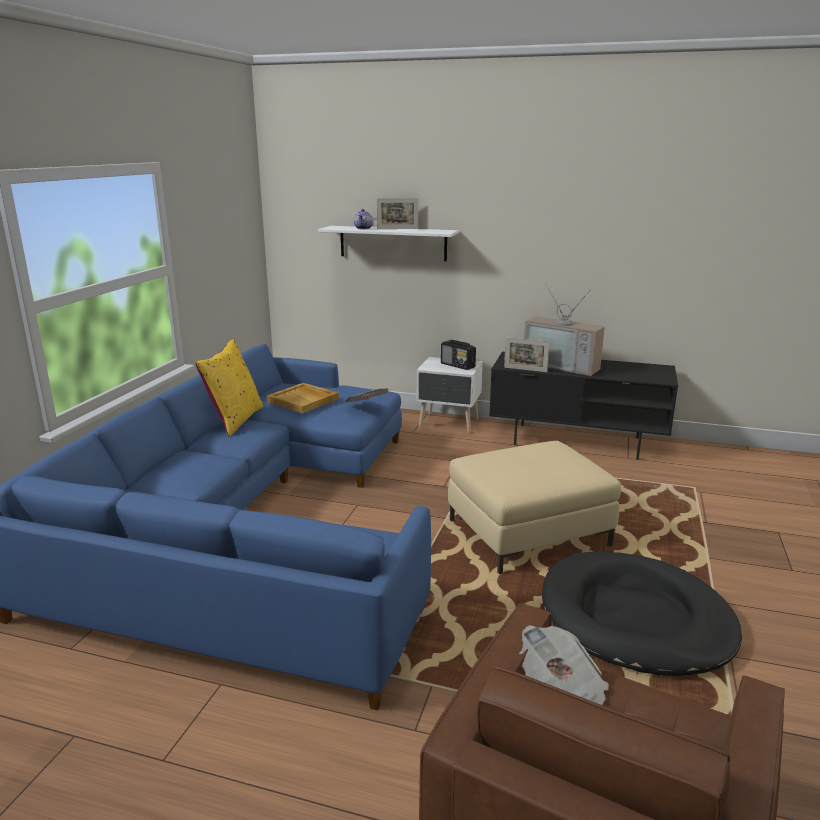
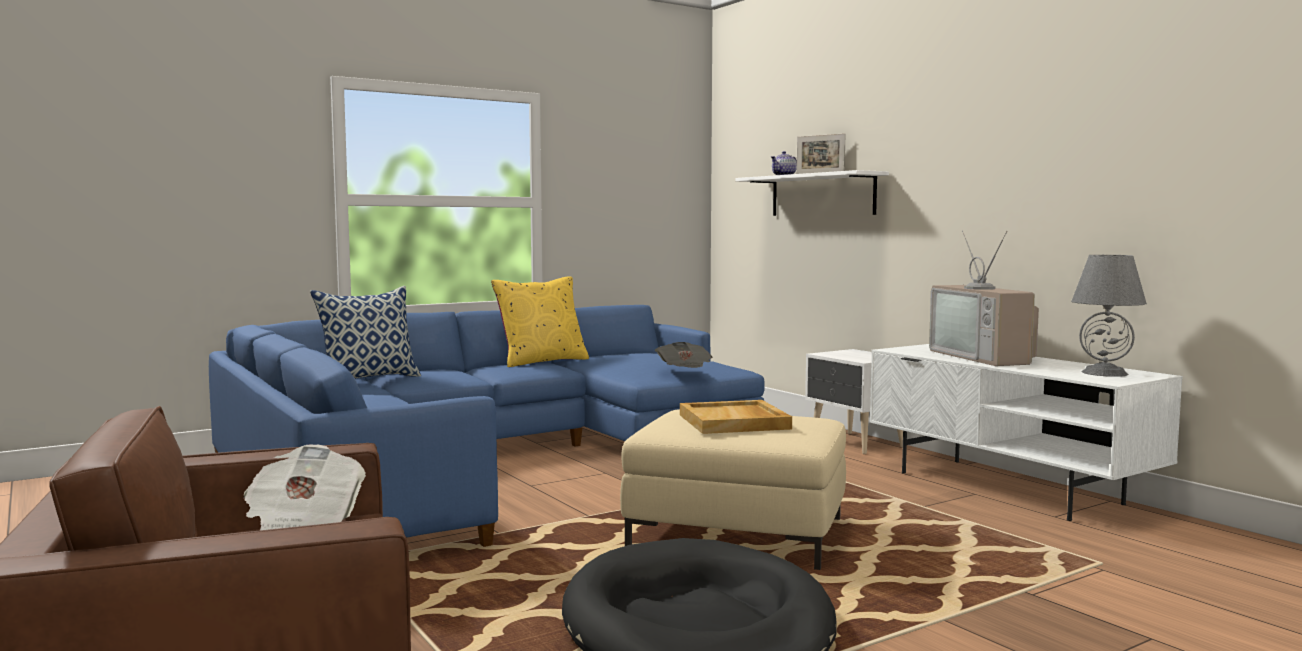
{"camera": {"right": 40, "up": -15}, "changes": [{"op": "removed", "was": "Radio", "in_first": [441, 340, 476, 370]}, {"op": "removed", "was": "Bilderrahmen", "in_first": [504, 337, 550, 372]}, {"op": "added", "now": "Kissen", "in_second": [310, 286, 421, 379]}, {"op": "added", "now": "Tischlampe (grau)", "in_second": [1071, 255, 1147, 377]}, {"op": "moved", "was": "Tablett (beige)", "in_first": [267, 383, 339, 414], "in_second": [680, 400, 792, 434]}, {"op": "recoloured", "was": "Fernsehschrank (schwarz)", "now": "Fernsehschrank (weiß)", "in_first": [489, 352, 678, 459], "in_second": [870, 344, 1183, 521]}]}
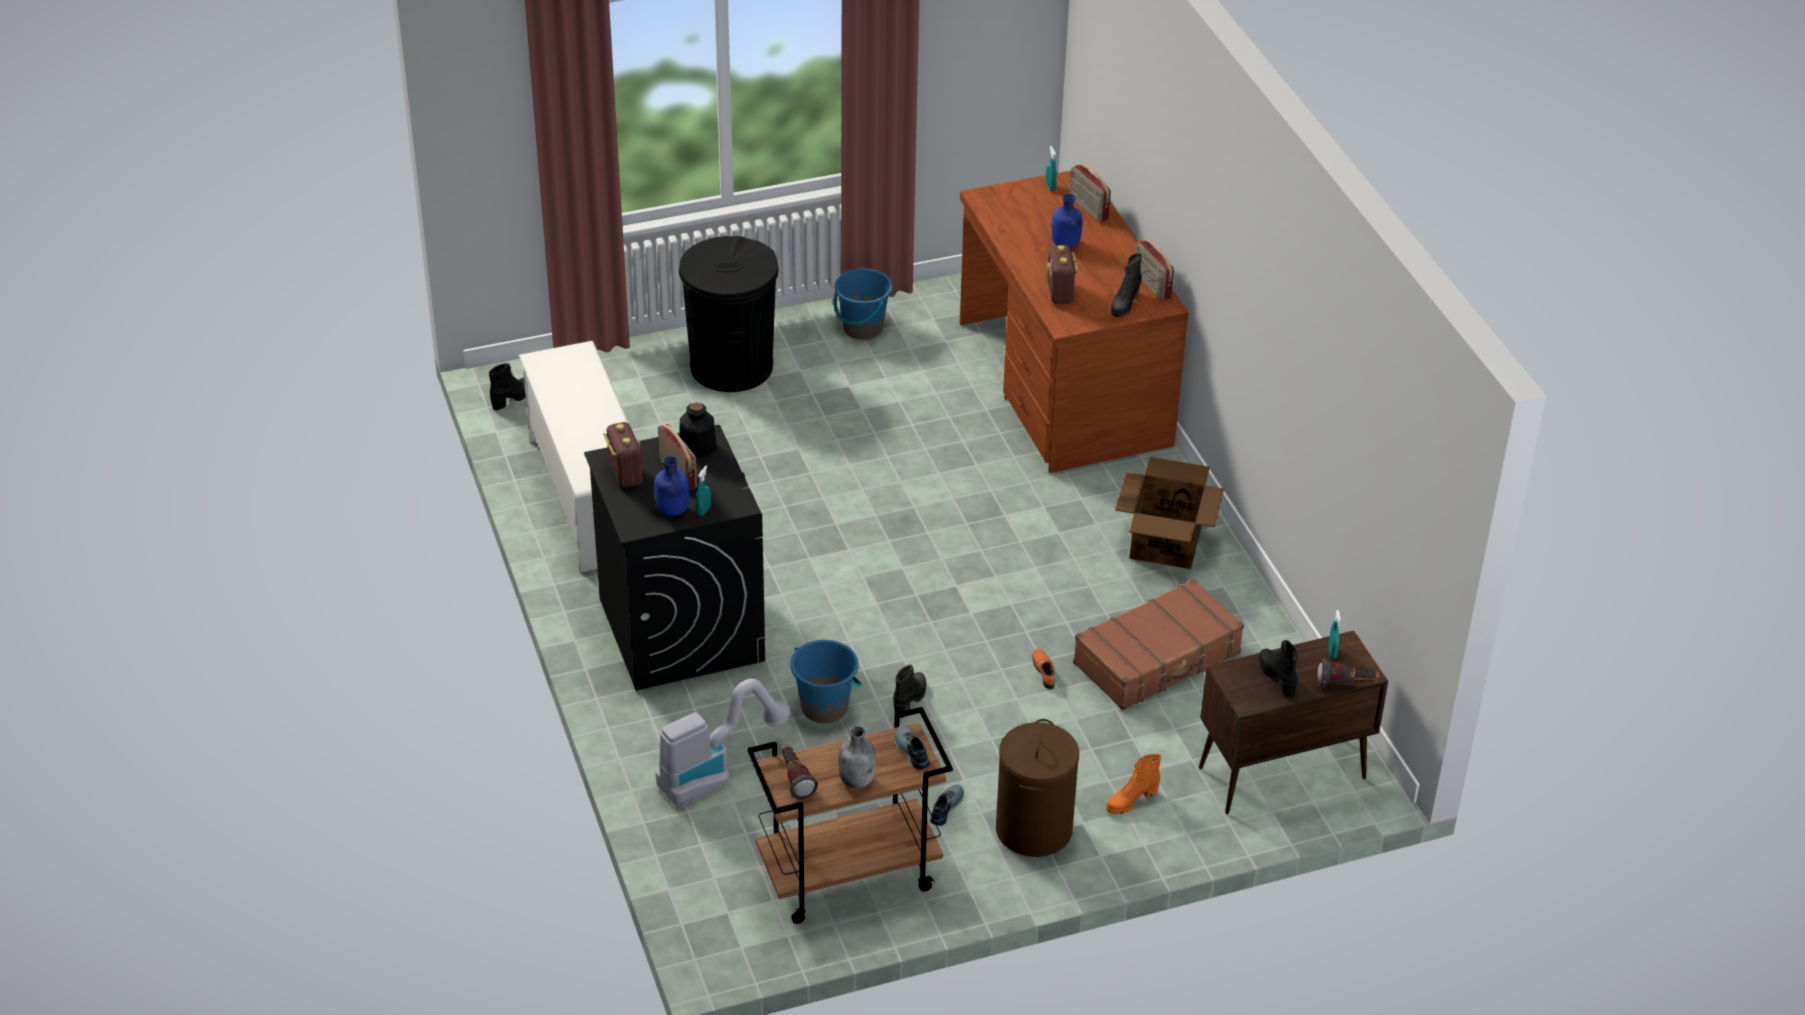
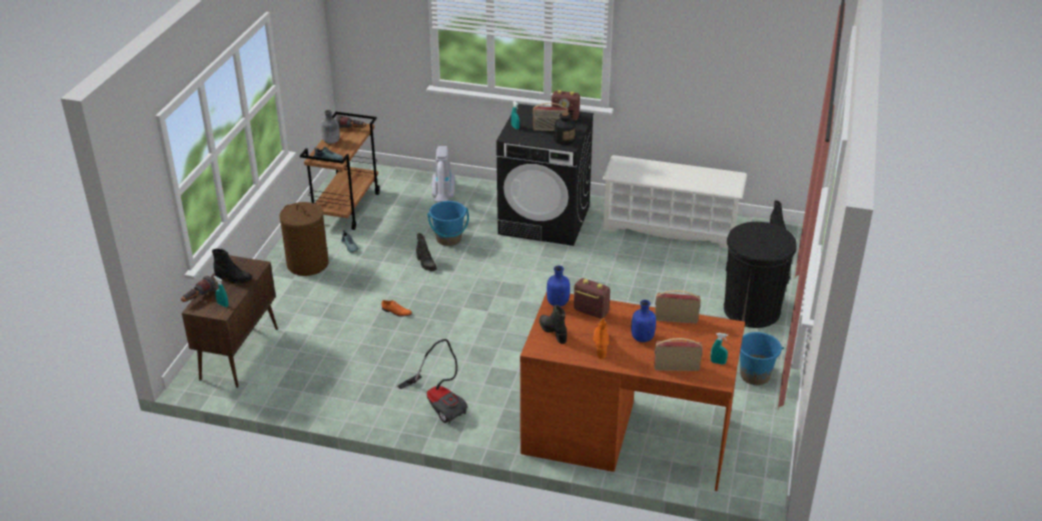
{"camera": {"right": 125, "up": -5}, "changes": [{"op": "removed", "was": "Koffer (braun)", "in_first": [1073, 579, 1244, 710]}, {"op": "moved", "was": "Flasche (blau)", "in_first": [654, 456, 689, 516], "in_second": [547, 266, 570, 306]}, {"op": "moved", "was": "Stiefel (orange)", "in_first": [1106, 754, 1161, 814], "in_second": [593, 318, 609, 359]}, {"op": "moved", "was": "Radio", "in_first": [1135, 239, 1174, 301], "in_second": [655, 290, 701, 324]}, {"op": "replaced", "was": "Karton", "now": "Staubsauger", "in_first": [1115, 457, 1224, 569], "in_second": [397, 339, 468, 424]}]}
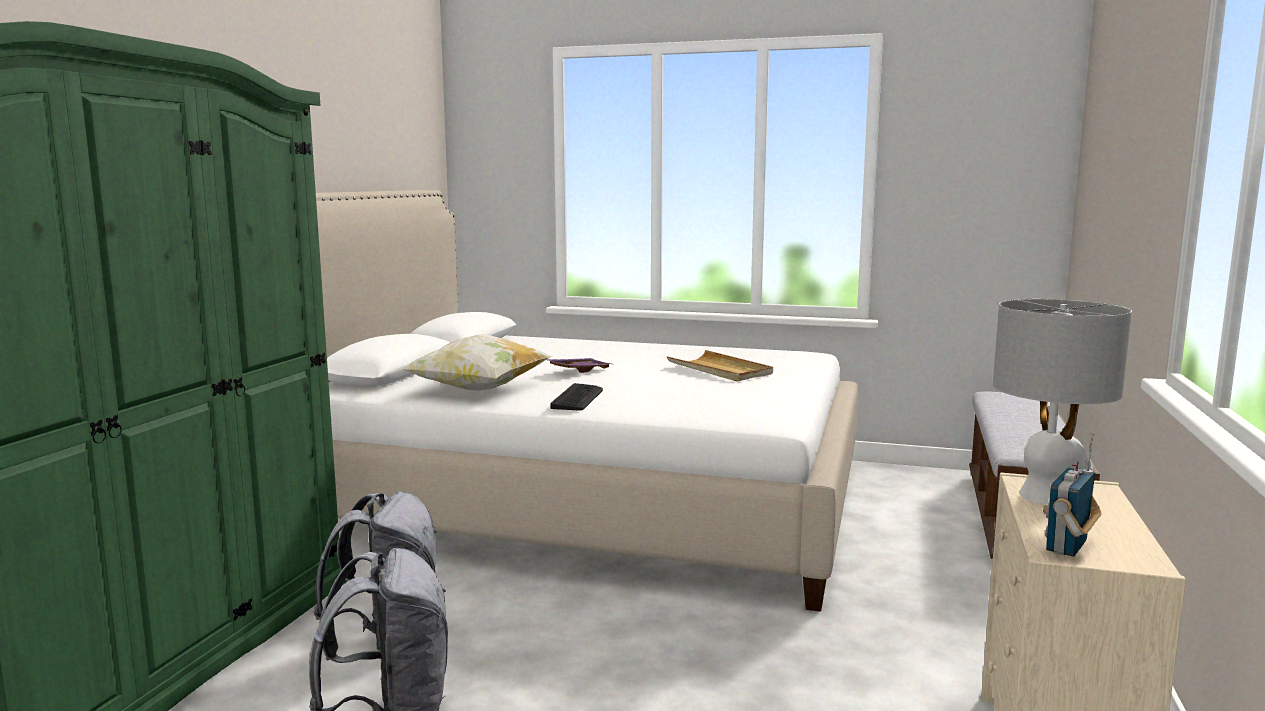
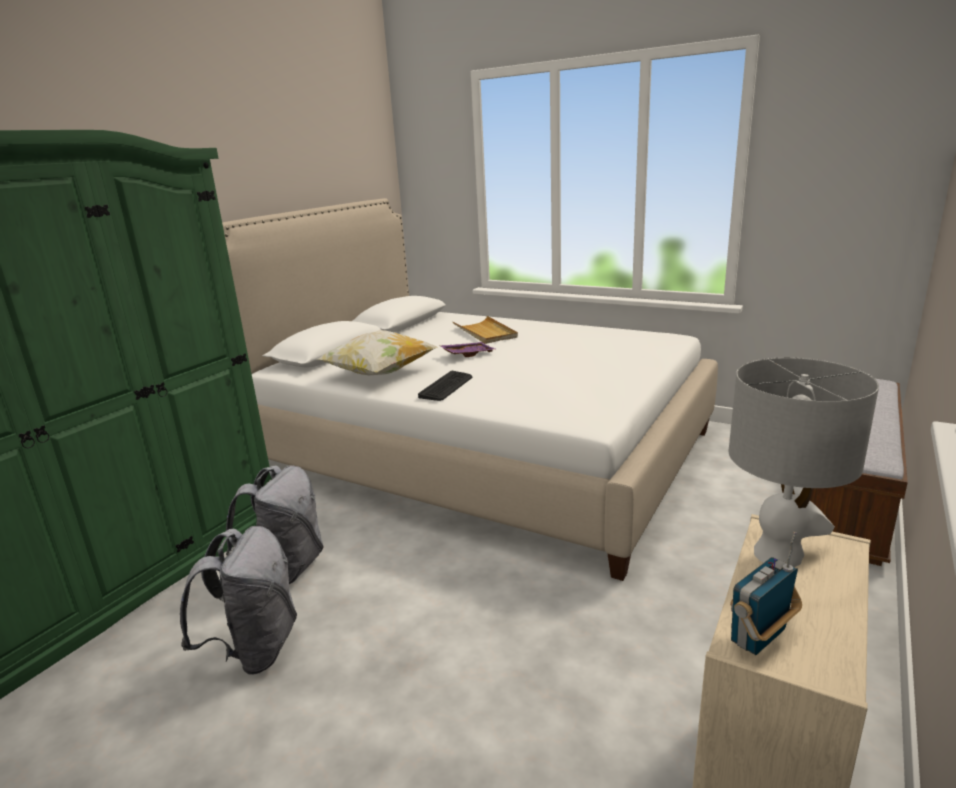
{"camera": {"right": 15, "up": 10}, "changes": [{"op": "moved", "was": "Tablett (beige)", "in_first": [667, 350, 773, 382], "in_second": [453, 316, 518, 344]}]}
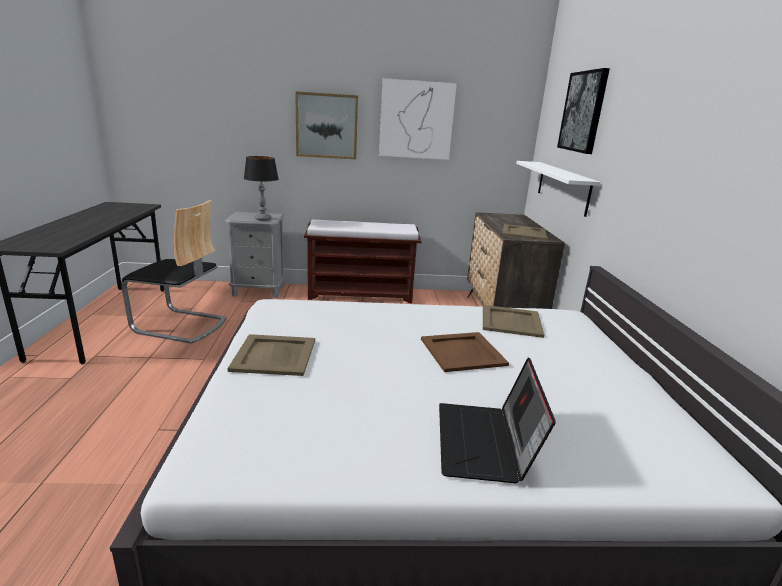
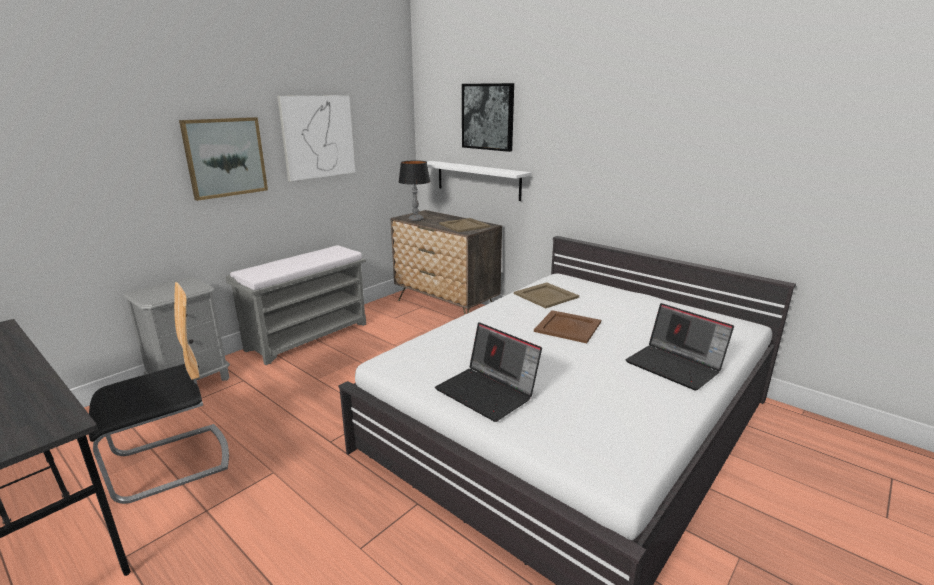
{"camera": {"right": -45, "up": 0}, "changes": [{"op": "moved", "was": "Tischlampe", "in_first": [244, 156, 279, 221], "in_second": [399, 160, 430, 221]}, {"op": "replaced", "was": "Tablett (beige)", "now": "Laptop", "in_first": [227, 334, 315, 376], "in_second": [435, 322, 542, 422]}, {"op": "recoloured", "was": "Bank (braun)", "now": "Bank (grau)", "in_first": [304, 220, 422, 303], "in_second": [226, 245, 366, 365]}]}
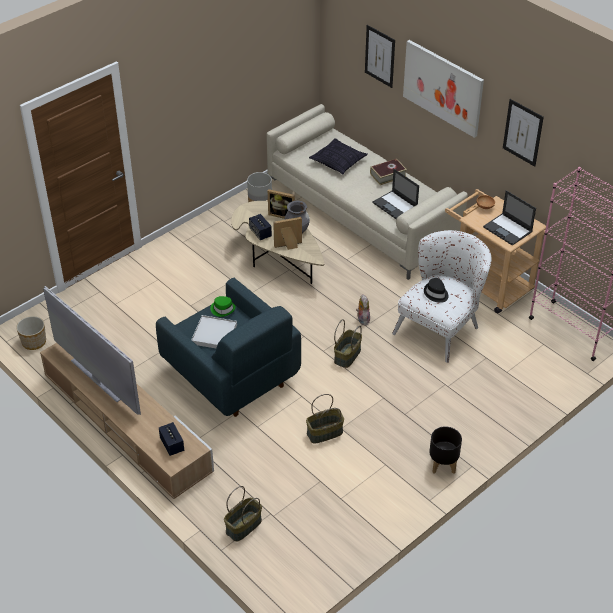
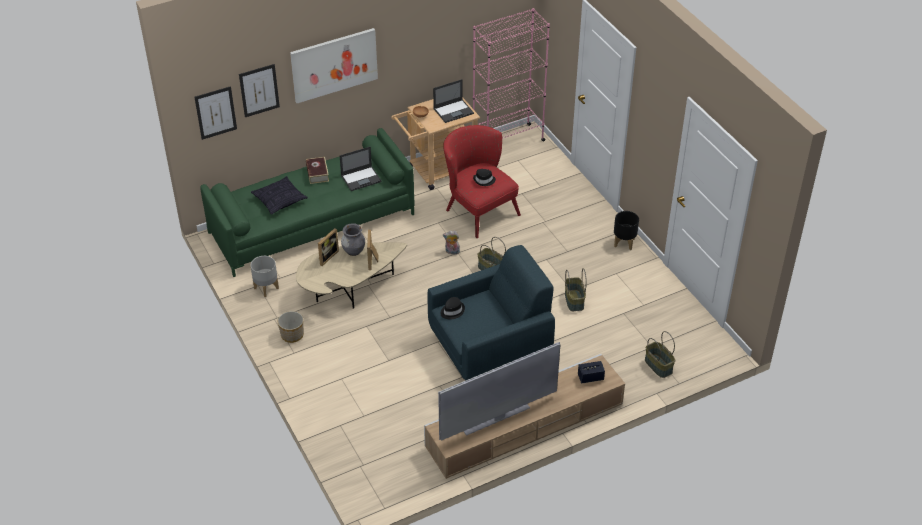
{"camera": {"right": -75, "up": 0}, "changes": [{"op": "removed", "was": "Tablett (weiß)", "in_first": [191, 315, 237, 348]}, {"op": "removed", "was": "Lautsprecher", "in_first": [249, 214, 272, 240]}, {"op": "moved", "was": "Pflanzkübel", "in_first": [16, 316, 46, 350], "in_second": [278, 311, 304, 343]}, {"op": "moved", "was": "Bild", "in_first": [503, 99, 544, 167], "in_second": [195, 86, 237, 140]}, {"op": "recoloured", "was": "Hut (grün)", "now": "Hut (schwarz)", "in_first": [210, 296, 236, 317], "in_second": [440, 297, 465, 319]}, {"op": "recoloured", "was": "Sofa (beige)", "now": "Sofa (grün)", "in_first": [267, 104, 468, 280], "in_second": [200, 128, 415, 277]}, {"op": "recoloured", "was": "Sessel (weiß)", "now": "Sessel (rot)", "in_first": [392, 230, 492, 363], "in_second": [443, 125, 521, 238]}]}
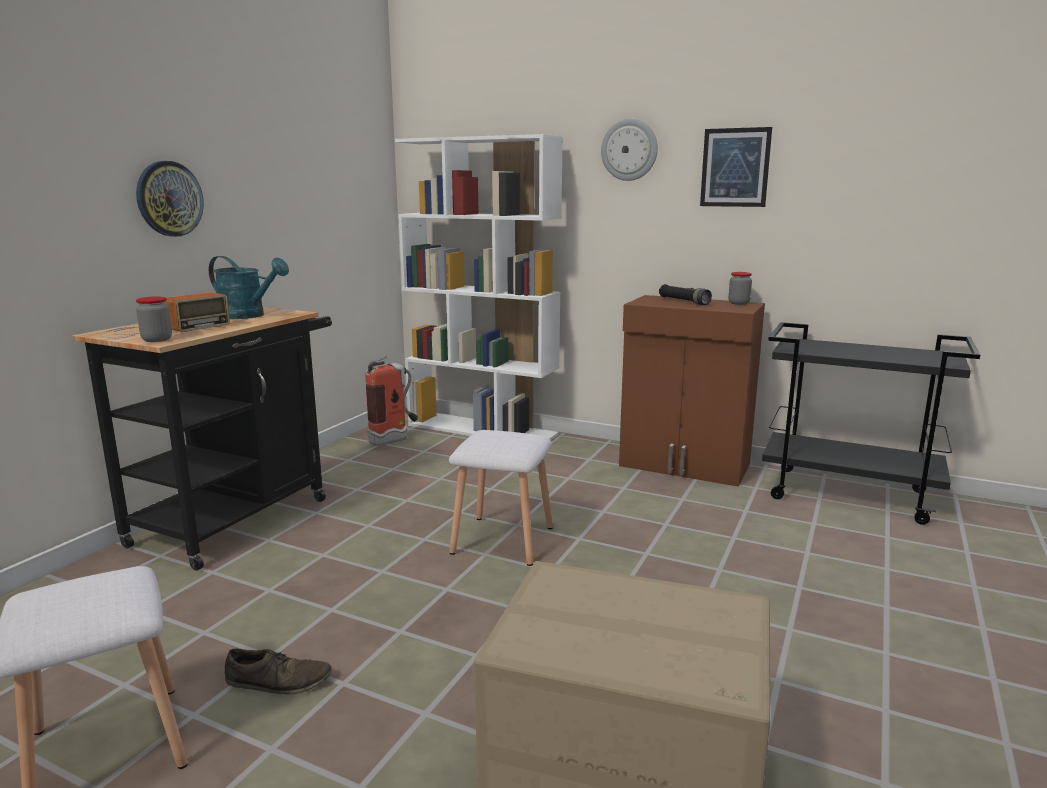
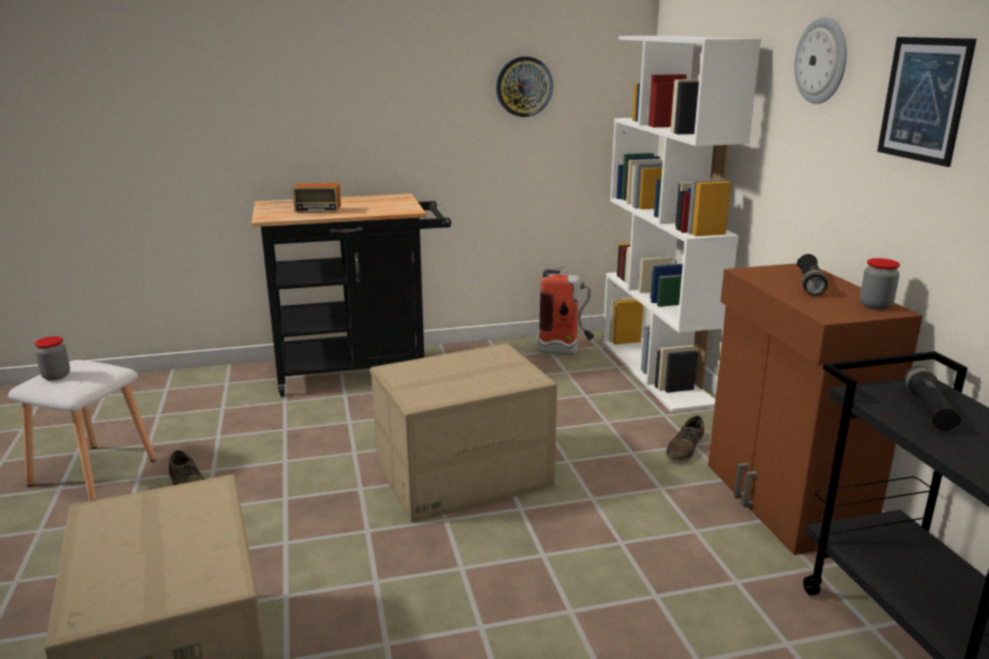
{"camera": {"right": 50, "up": 5}, "changes": [{"op": "removed", "was": "Gießkanne (türkis)", "in_first": [209, 256, 289, 319]}, {"op": "added", "now": "Schuh (braun)", "in_second": [666, 416, 704, 461]}, {"op": "added", "now": "Taschenlampe (schwarz)", "in_second": [905, 366, 962, 431]}, {"op": "moved", "was": "Wanduhr", "in_first": [136, 161, 204, 237], "in_second": [496, 56, 553, 117]}, {"op": "moved", "was": "Vorratsglas", "in_first": [136, 296, 172, 342], "in_second": [34, 336, 70, 380]}, {"op": "replaced", "was": "Hocker (weiß)", "now": "Karton", "in_first": [449, 430, 553, 566], "in_second": [371, 343, 557, 522]}]}
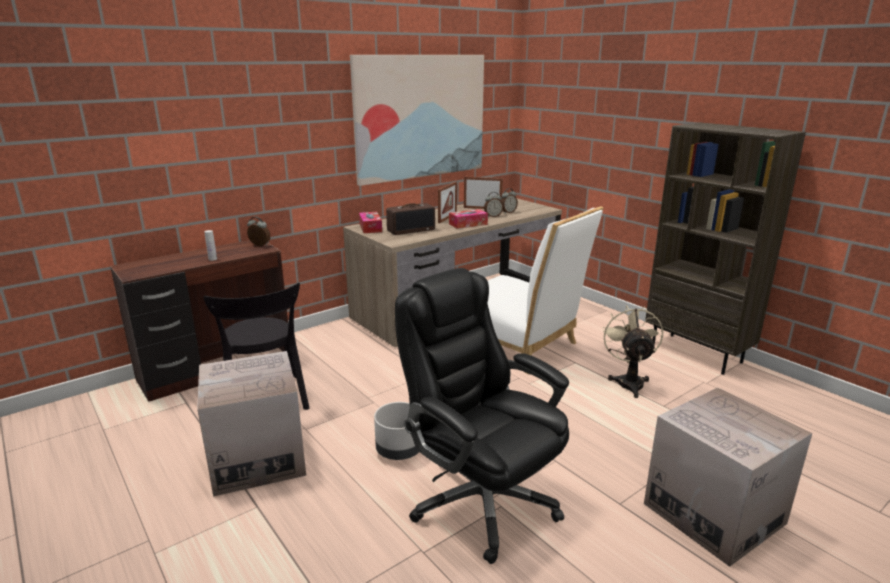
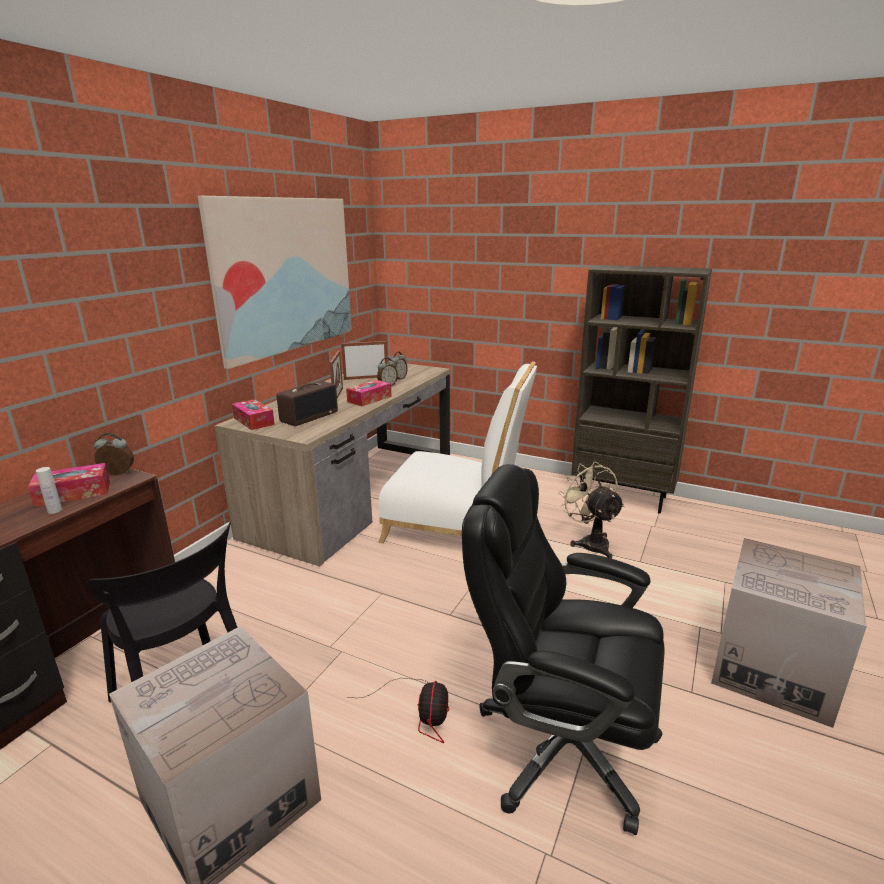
{"camera": {"right": -25, "up": 0}, "changes": [{"op": "added", "now": "Taschentuchbox", "in_second": [28, 463, 110, 507]}, {"op": "replaced", "was": "Pflanzkübel (grau)", "now": "Ventilator", "in_first": [374, 402, 419, 460], "in_second": [348, 678, 449, 743]}]}
